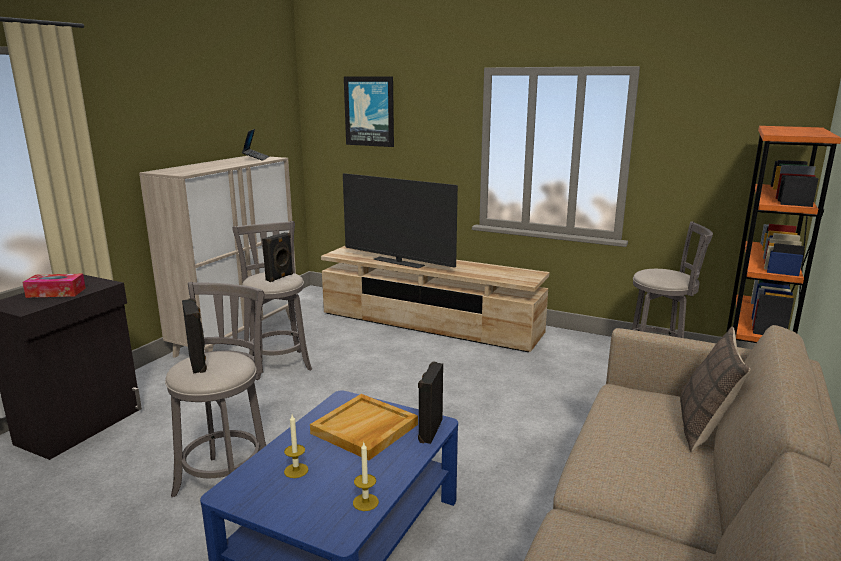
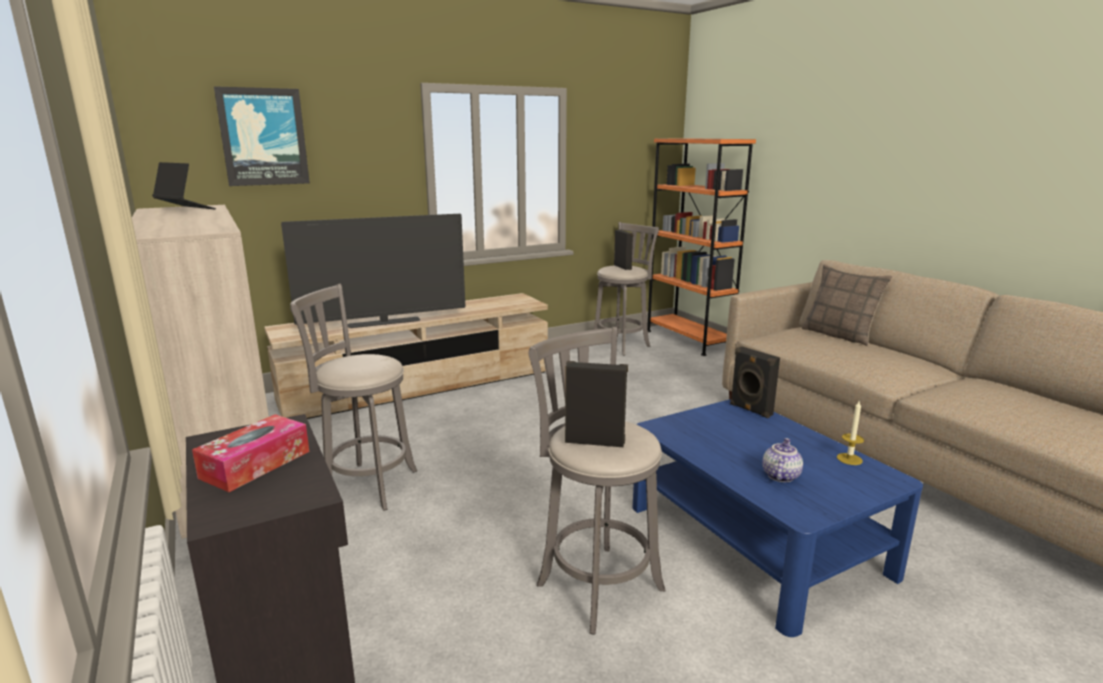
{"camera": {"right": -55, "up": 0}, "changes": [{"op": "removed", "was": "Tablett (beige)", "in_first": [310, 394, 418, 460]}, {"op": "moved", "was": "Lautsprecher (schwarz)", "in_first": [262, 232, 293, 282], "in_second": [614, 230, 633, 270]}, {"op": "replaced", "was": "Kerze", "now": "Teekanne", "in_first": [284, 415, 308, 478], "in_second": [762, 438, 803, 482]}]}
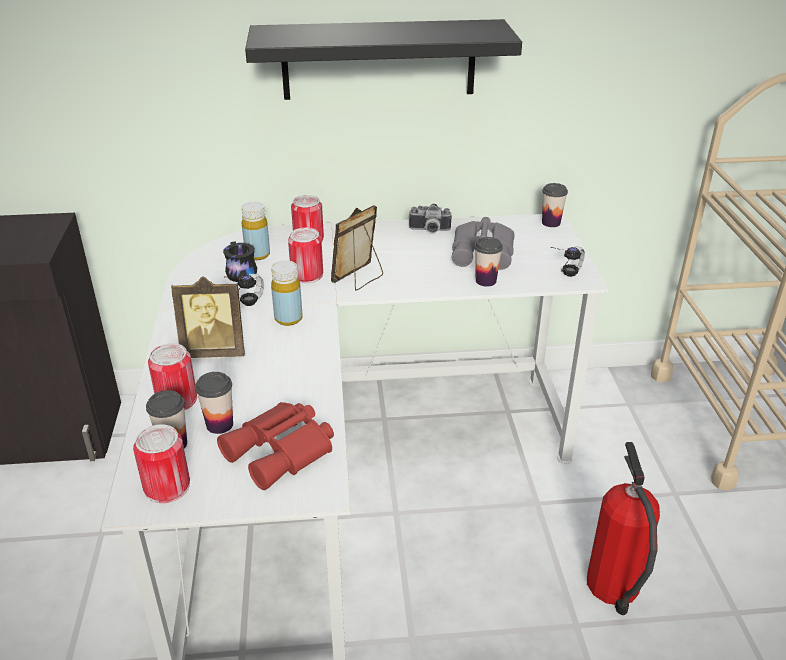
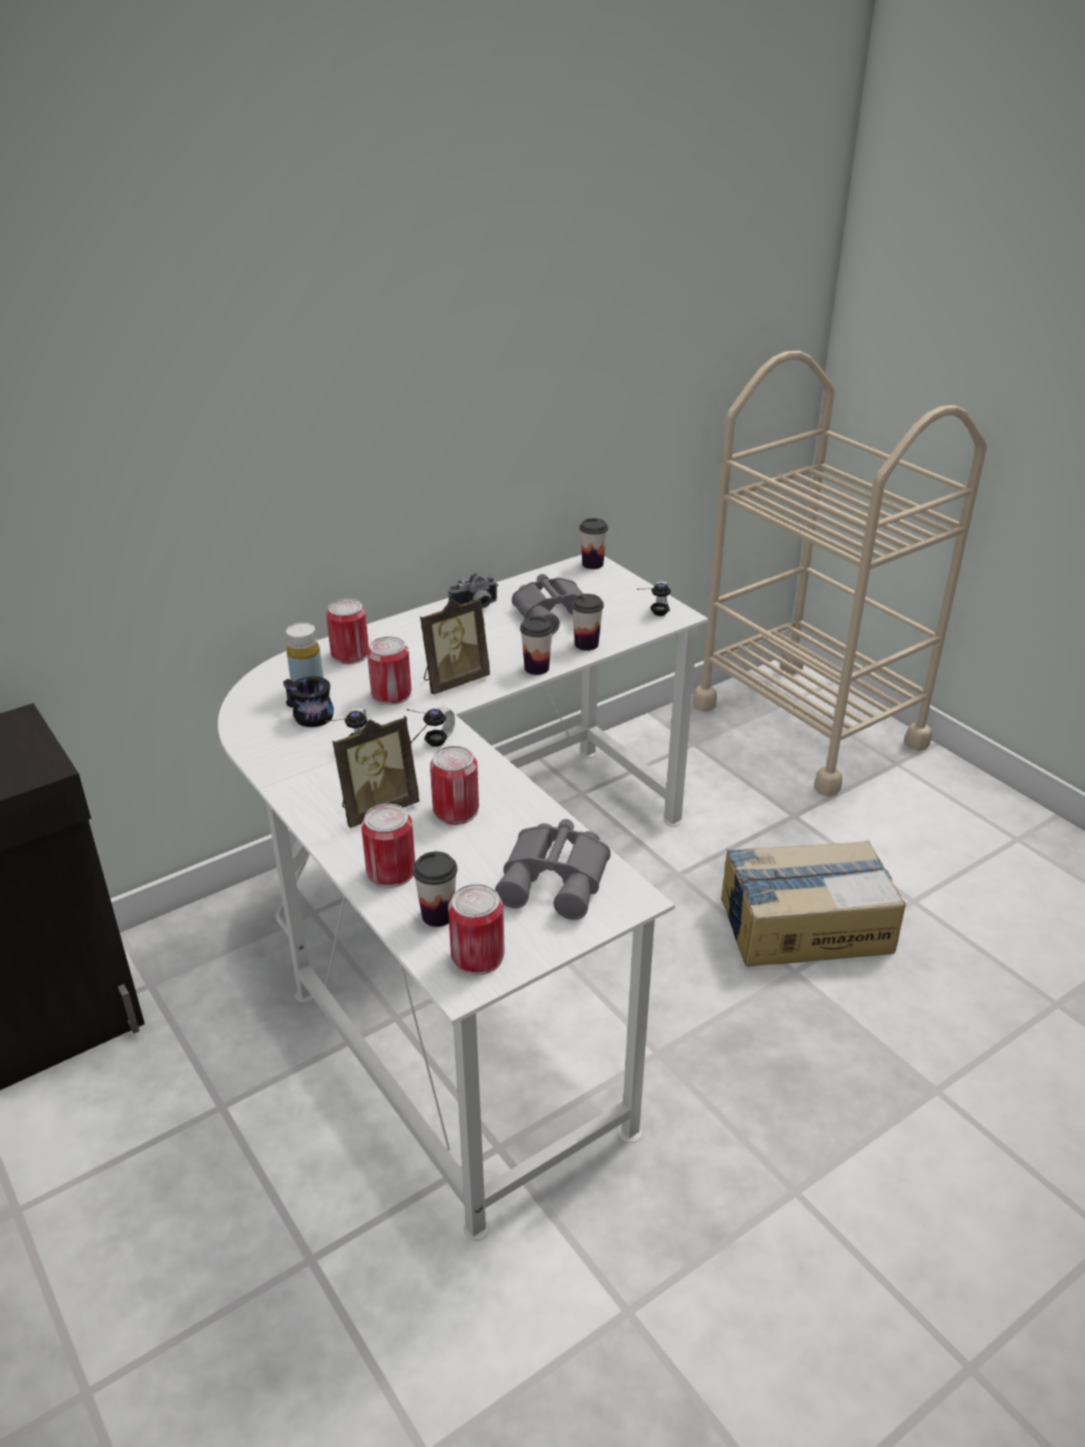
{"camera": {"right": -30, "up": 0}, "changes": [{"op": "removed", "was": "Wandregal (schwarz)", "in_first": [245, 19, 522, 100]}, {"op": "added", "now": "Dose", "in_second": [430, 746, 479, 825]}, {"op": "moved", "was": "Tasse", "in_first": [195, 372, 233, 434], "in_second": [520, 616, 553, 675]}, {"op": "replaced", "was": "Flasche (gelb)", "now": "Kopfhörer", "in_first": [271, 260, 303, 326], "in_second": [407, 706, 455, 747]}, {"op": "replaced", "was": "Feuerlöscher", "now": "Karton", "in_first": [587, 442, 660, 615], "in_second": [721, 840, 906, 967]}, {"op": "recoloured", "was": "Fernglas (rot)", "now": "Fernglas (grau)", "in_first": [217, 402, 334, 490], "in_second": [495, 819, 611, 920]}, {"op": "turned", "was": "Bilderrahmen", "in_first": [331, 205, 383, 291], "in_second": [420, 598, 490, 695], "clockwise": -135}]}
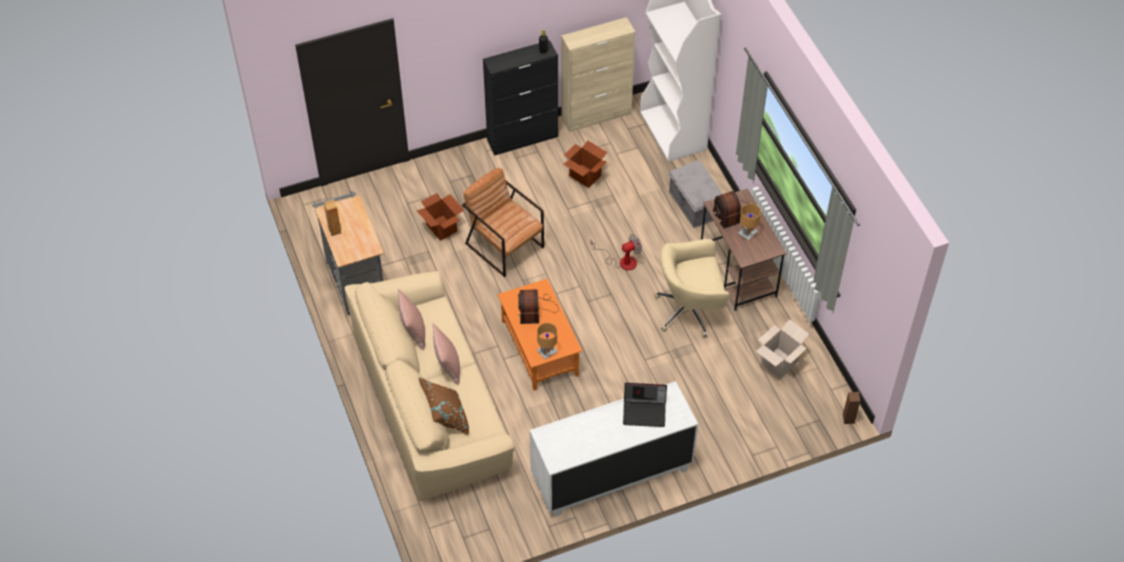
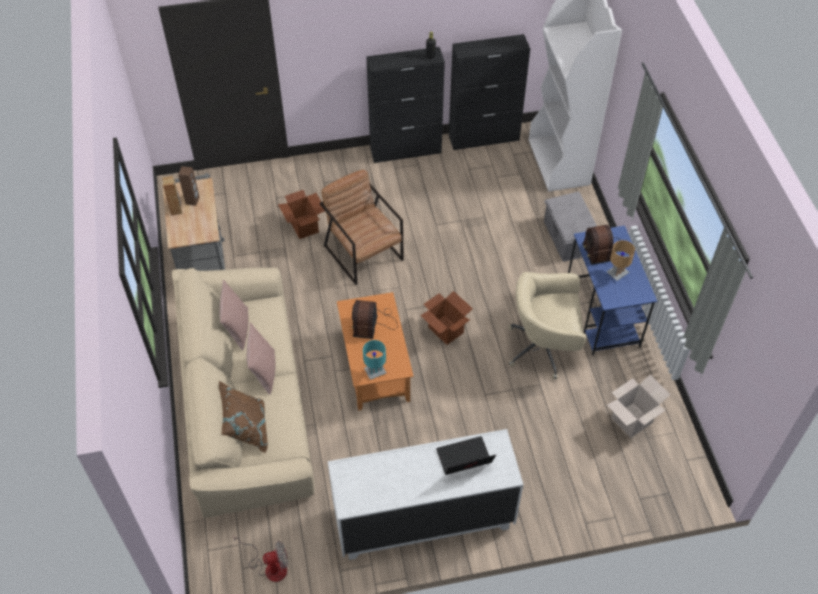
{"camera": {"right": 10, "up": 0}, "changes": [{"op": "moved", "was": "Karton", "in_first": [564, 141, 607, 188], "in_second": [420, 291, 473, 345]}, {"op": "moved", "was": "Ventilator", "in_first": [590, 234, 642, 271], "in_second": [233, 535, 288, 582]}, {"op": "moved", "was": "Lautsprecher (braun)", "in_first": [843, 392, 860, 424], "in_second": [178, 166, 199, 206]}, {"op": "recoloured", "was": "Tischlampe (braun)", "now": "Tischlampe (türkis)", "in_first": [537, 323, 558, 359], "in_second": [363, 340, 386, 380]}, {"op": "recoloured", "was": "Schrank (beige)", "now": "Schrank (schwarz)", "in_first": [561, 17, 635, 132], "in_second": [449, 34, 530, 150]}, {"op": "recoloured", "was": "Schreibtisch (braun)", "now": "Schreibtisch (blau)", "in_first": [701, 188, 787, 311], "in_second": [568, 226, 657, 356]}, {"op": "turned", "was": "Laptop", "in_first": [623, 383, 667, 427], "in_second": [436, 436, 496, 475], "clockwise": 150}]}
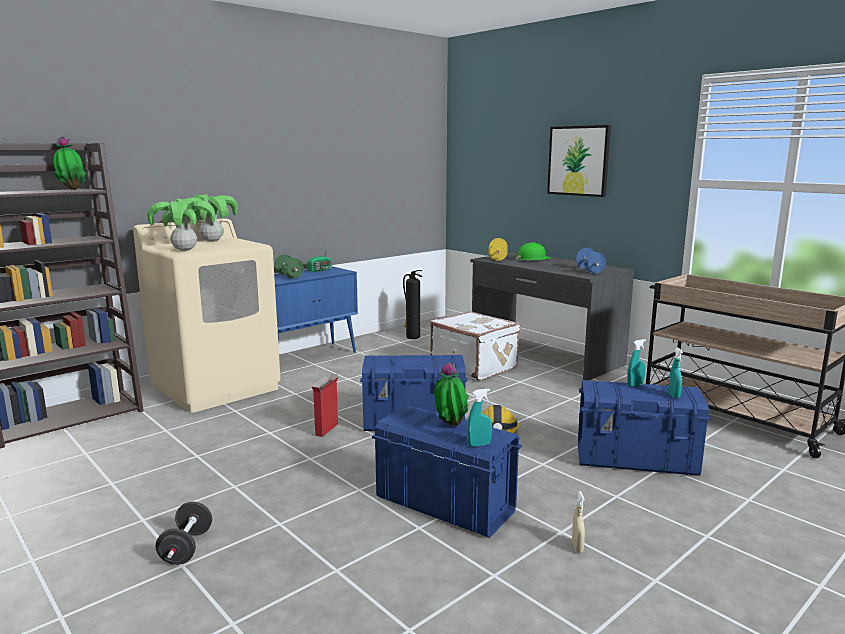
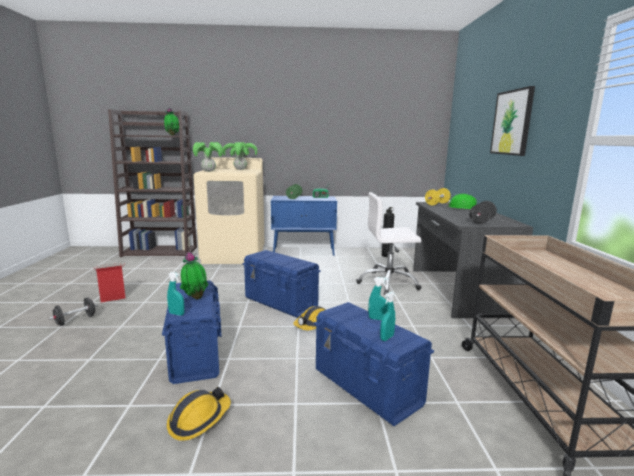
{"camera": {"right": 40, "up": 0}, "changes": [{"op": "moved", "was": "Karton", "in_first": [310, 374, 339, 437], "in_second": [94, 263, 126, 303]}, {"op": "replaced", "was": "Koffer (weiß)", "now": "Bürostuhl (weiß)", "in_first": [430, 311, 521, 381], "in_second": [356, 192, 422, 295]}, {"op": "replaced", "was": "Sprühflasche (beige)", "now": "Schutzhelm", "in_first": [572, 491, 585, 553], "in_second": [167, 387, 231, 441]}, {"op": "recoloured", "was": "Hantel (blau)", "now": "Hantel (schwarz)", "in_first": [576, 248, 606, 274], "in_second": [469, 201, 497, 224]}]}
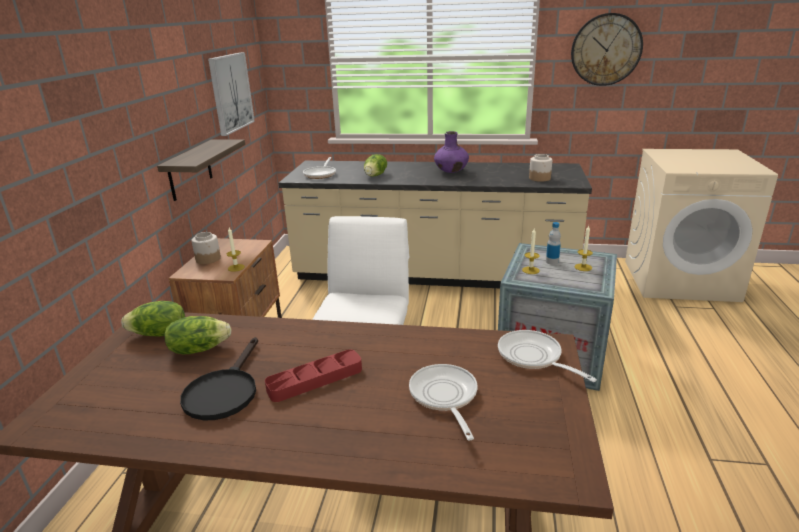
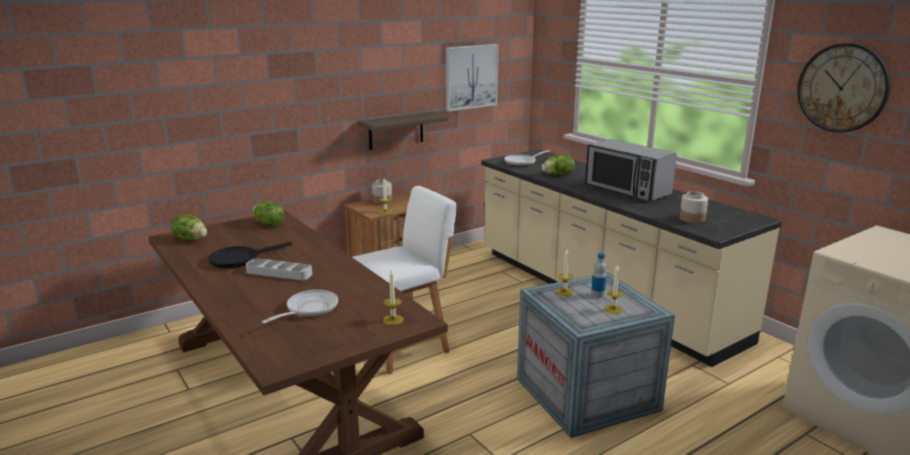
{"camera": {"right": 45, "up": -5}, "changes": [{"op": "moved", "was": "Salatkopf", "in_first": [164, 316, 232, 354], "in_second": [171, 215, 207, 240]}, {"op": "replaced", "was": "Vase (lila)", "now": "Mikrowelle", "in_first": [434, 131, 469, 173], "in_second": [585, 139, 677, 202]}, {"op": "replaced", "was": "Pfanne", "now": "Kerze", "in_first": [498, 330, 597, 382], "in_second": [383, 270, 404, 325]}, {"op": "recoloured", "was": "Tablett (rot)", "now": "Tablett (grau)", "in_first": [265, 350, 362, 402], "in_second": [246, 258, 312, 280]}]}
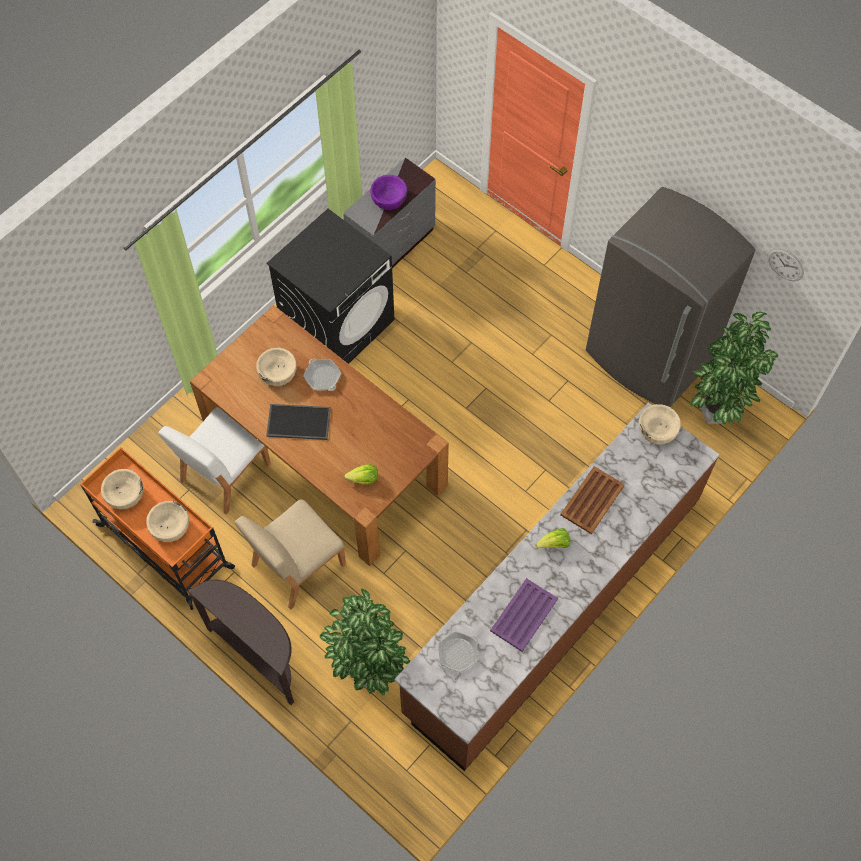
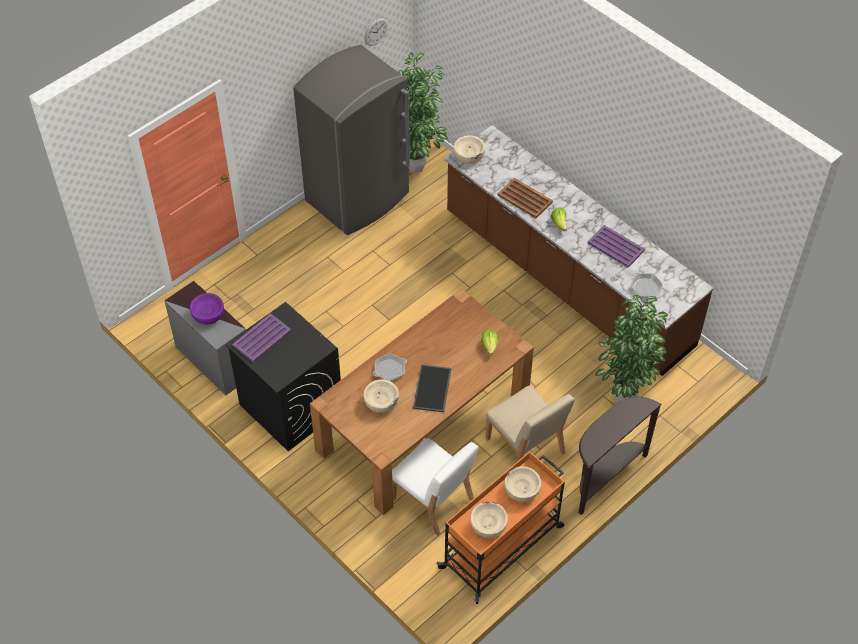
{"camera": {"right": -85, "up": -10}, "changes": [{"op": "added", "now": "Tablett (lila)", "in_second": [232, 313, 291, 362]}]}
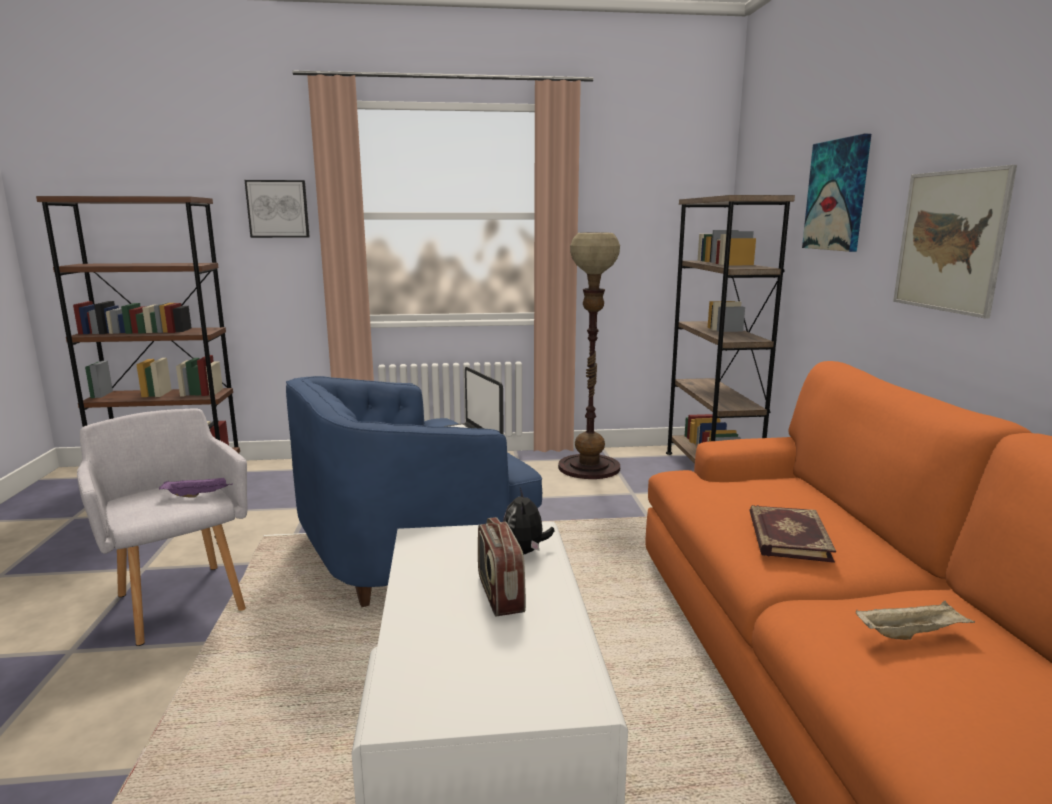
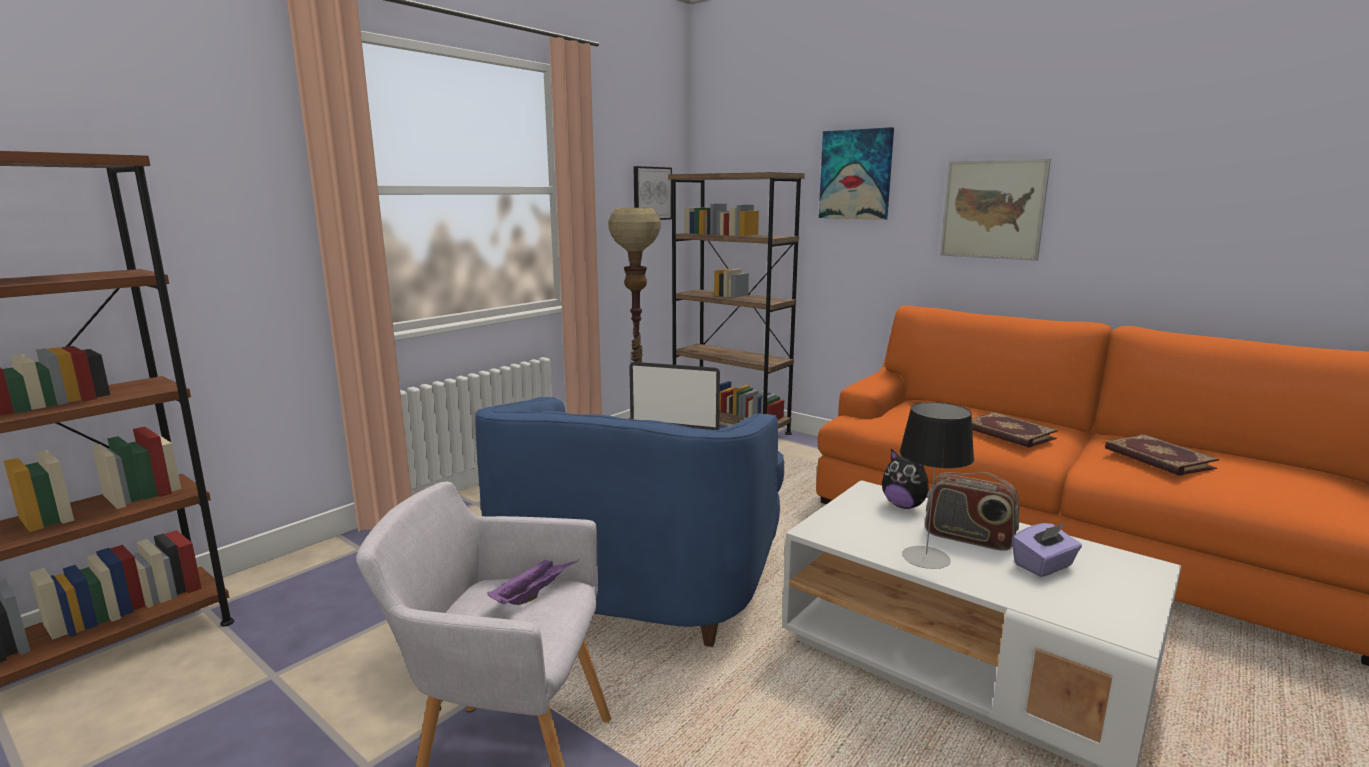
{"camera": {"right": -45, "up": 0}, "changes": [{"op": "added", "now": "Tischlampe", "in_second": [900, 402, 974, 569]}, {"op": "added", "now": "Taschentuchbox (lila)", "in_second": [1012, 523, 1082, 577]}, {"op": "moved", "was": "Bild", "in_first": [245, 180, 310, 238], "in_second": [633, 166, 672, 220]}, {"op": "replaced", "was": "Tablett (beige)", "now": "Buch", "in_first": [856, 600, 975, 640], "in_second": [1105, 434, 1219, 476]}]}
